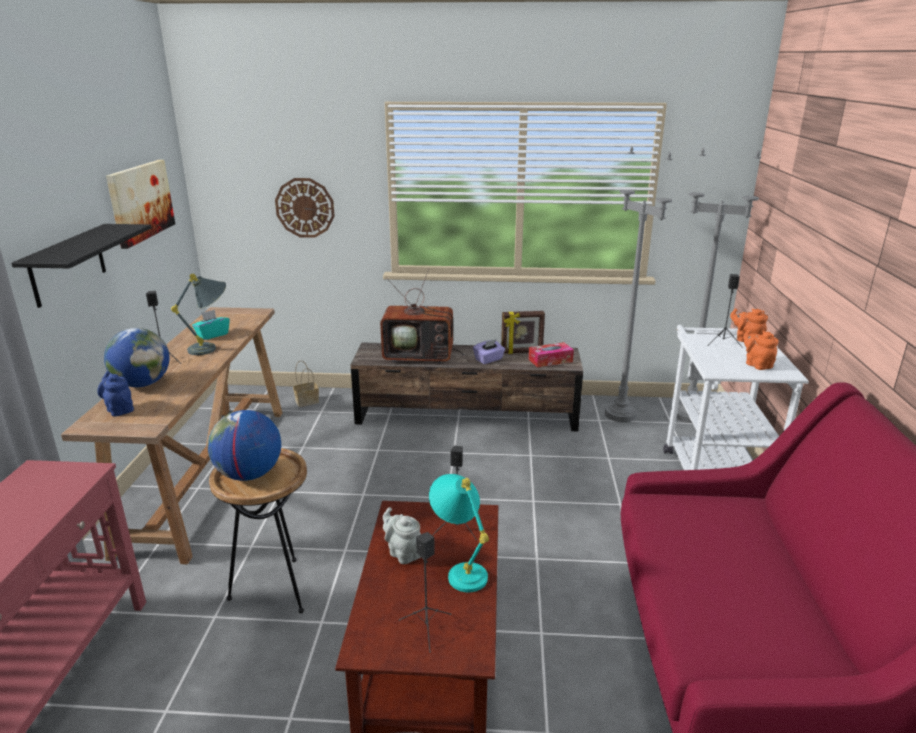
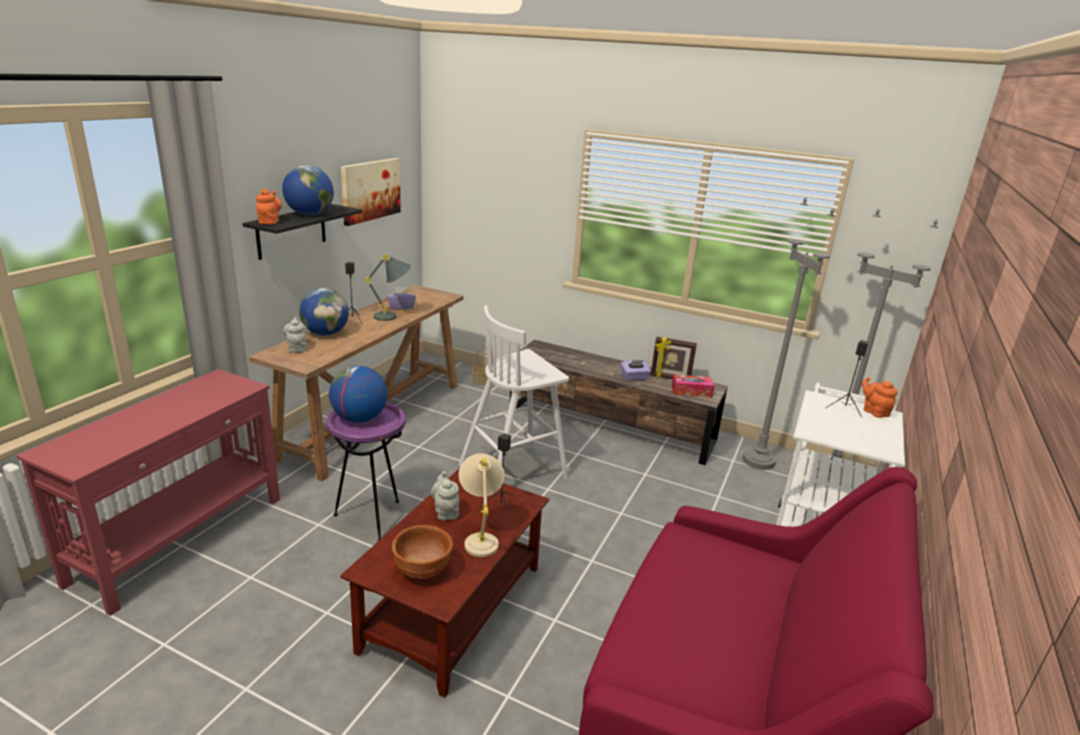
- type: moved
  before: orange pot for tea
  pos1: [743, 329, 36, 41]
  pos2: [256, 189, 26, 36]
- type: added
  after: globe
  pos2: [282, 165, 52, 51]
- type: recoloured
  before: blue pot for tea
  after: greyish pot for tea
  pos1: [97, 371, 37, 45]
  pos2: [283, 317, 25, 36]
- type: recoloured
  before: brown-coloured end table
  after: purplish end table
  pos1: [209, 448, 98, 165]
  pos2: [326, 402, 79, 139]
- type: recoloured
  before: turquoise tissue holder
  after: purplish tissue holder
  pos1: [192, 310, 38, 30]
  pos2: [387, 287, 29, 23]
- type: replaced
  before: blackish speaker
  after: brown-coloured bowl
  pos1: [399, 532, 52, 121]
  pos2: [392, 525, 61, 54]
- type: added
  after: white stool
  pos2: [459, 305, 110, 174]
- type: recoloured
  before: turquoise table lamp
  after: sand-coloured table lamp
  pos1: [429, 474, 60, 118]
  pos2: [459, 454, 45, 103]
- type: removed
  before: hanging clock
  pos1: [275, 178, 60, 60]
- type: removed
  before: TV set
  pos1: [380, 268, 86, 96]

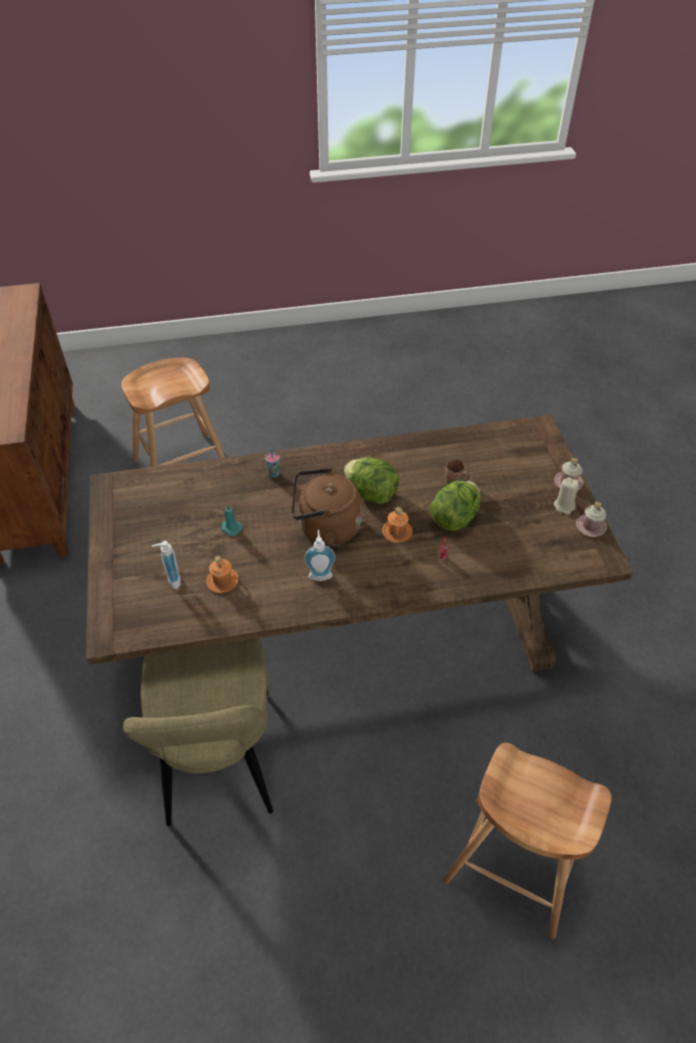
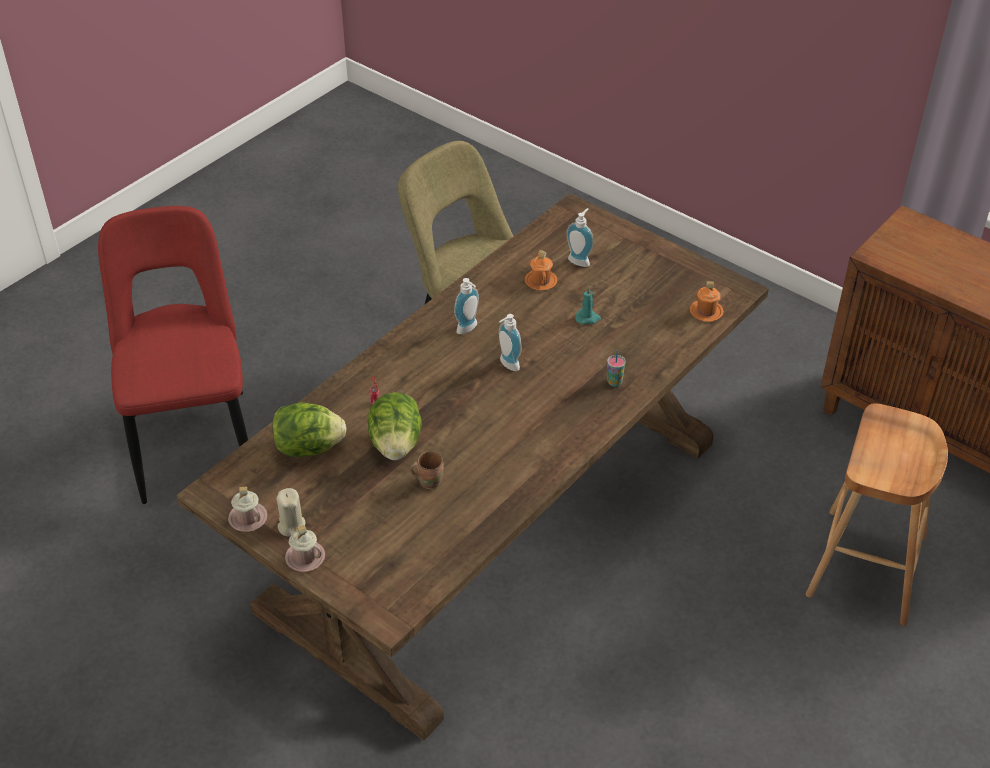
- type: replaced
  before: brown-coloured stool
  after: red-coloured plain chair
  pos1: [443, 743, 168, 196]
  pos2: [98, 206, 150, 298]
- type: moved
  before: head of lettuce
  pos1: [344, 457, 55, 47]
  pos2: [273, 402, 74, 55]
- type: replaced
  before: brown-coloured kettle
  after: soap dispenser
  pos1: [292, 468, 70, 78]
  pos2: [499, 314, 23, 57]
- type: moved
  before: orange mug
  pos1: [382, 507, 30, 35]
  pos2: [690, 281, 34, 41]

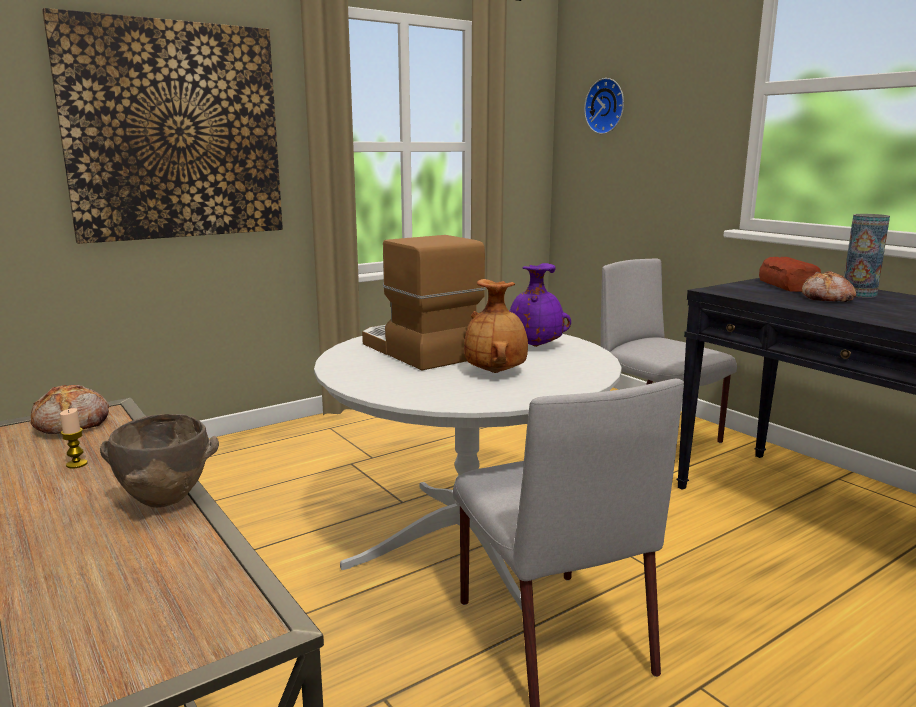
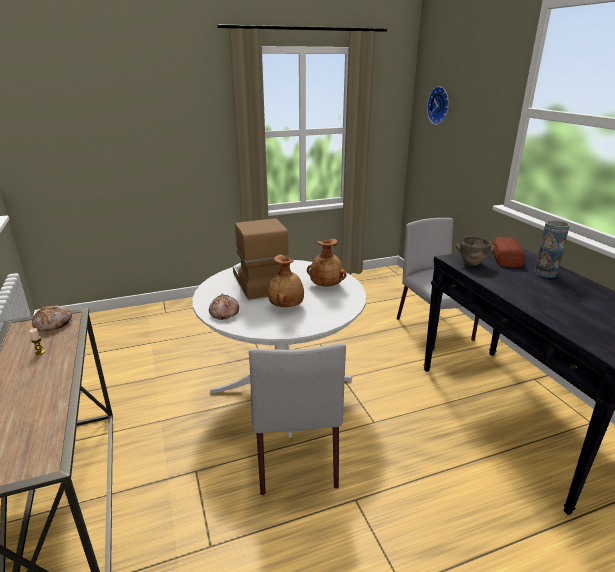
- type: moved
  before: baked bread
  pos1: [802, 271, 54, 31]
  pos2: [209, 294, 30, 26]
- type: recoloured
  before: purplish decorative vase
  after: brown-coloured decorative vase
  pos1: [509, 263, 62, 84]
  pos2: [307, 239, 40, 48]
- type: moved
  before: brown-coloured bowl
  pos1: [100, 414, 119, 94]
  pos2: [456, 237, 38, 29]
- type: removed
  before: picture
  pos1: [42, 8, 241, 236]

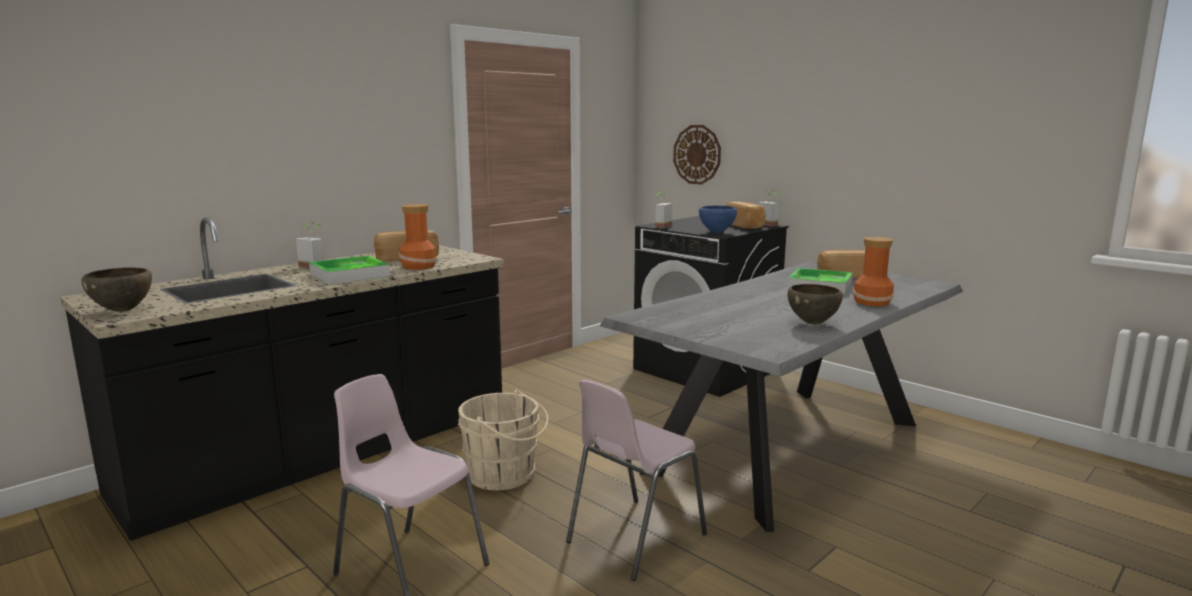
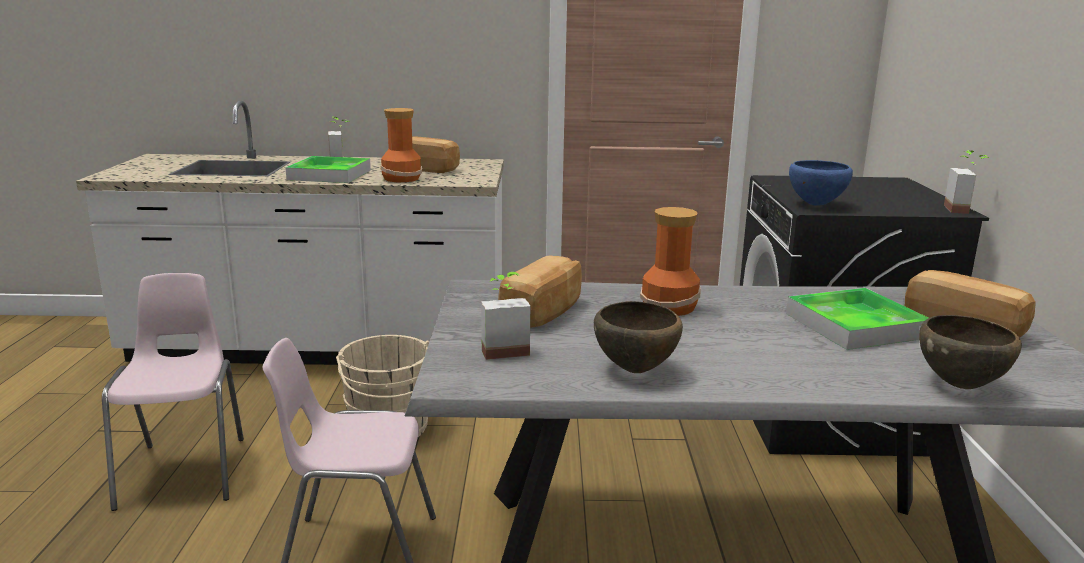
- type: recoloured
  before: blackish counter
  after: white counter
  pos1: [60, 218, 444, 323]
  pos2: [76, 101, 428, 264]
- type: moved
  before: houseplant
  pos1: [654, 191, 18, 37]
  pos2: [481, 272, 49, 88]
- type: moved
  before: baked bread
  pos1: [726, 202, 39, 27]
  pos2: [498, 255, 84, 73]
- type: moved
  before: decorative vase
  pos1: [852, 237, 42, 69]
  pos2: [640, 207, 61, 109]
- type: moved
  before: brown-coloured bowl
  pos1: [81, 267, 71, 45]
  pos2: [919, 315, 103, 74]
- type: removed
  before: hanging clock
  pos1: [673, 125, 48, 60]

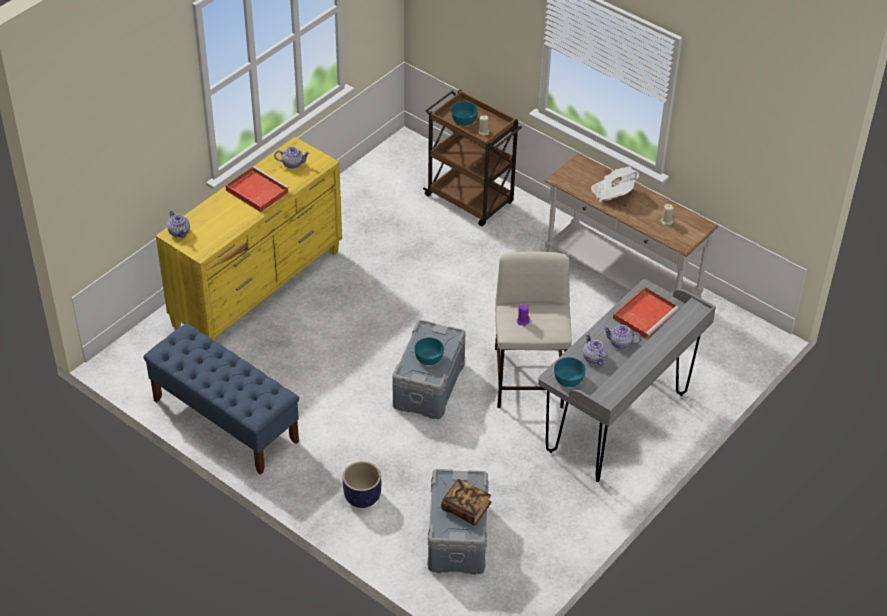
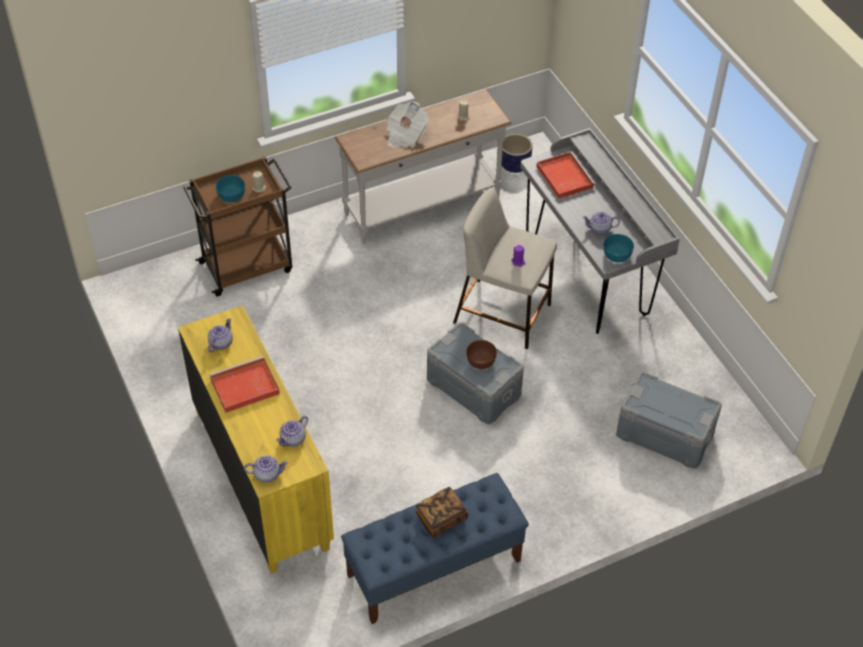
- type: moved
  before: pot for tea
  pos1: [603, 325, 38, 24]
  pos2: [276, 416, 32, 31]
- type: moved
  before: book
  pos1: [441, 479, 50, 47]
  pos2: [415, 487, 53, 51]
- type: recoloured
  before: turquoise bowl
  after: brown-coloured bowl
  pos1: [414, 337, 30, 28]
  pos2: [466, 340, 31, 29]
- type: moved
  before: flower pot
  pos1: [343, 461, 38, 47]
  pos2: [502, 134, 30, 39]

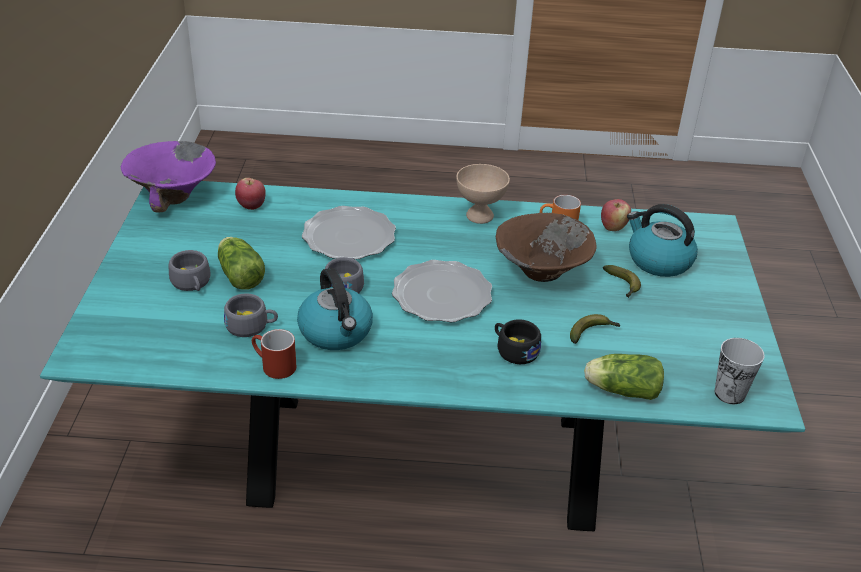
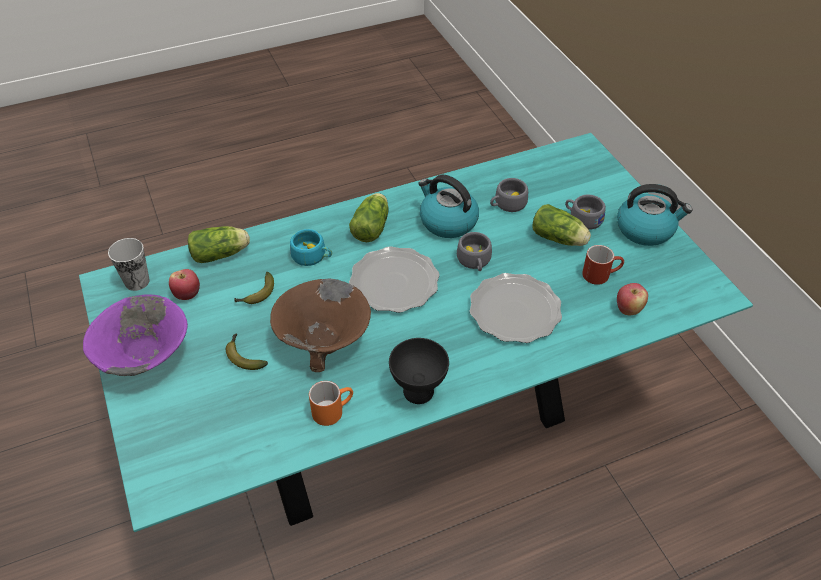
- type: moved
  before: purplish bowl
  pos1: [121, 141, 95, 72]
  pos2: [83, 294, 105, 82]
- type: moved
  before: apple fruit
  pos1: [601, 199, 30, 32]
  pos2: [169, 269, 31, 31]
- type: recoloured
  before: blackish drinking cup
  after: turquoise drinking cup
  pos1: [495, 319, 46, 45]
  pos2: [290, 229, 42, 37]
- type: added
  after: head of lettuce
  pos2: [349, 193, 40, 49]
- type: recoloured
  before: sand-coloured bowl
  after: blackish bowl
  pos1: [456, 164, 54, 60]
  pos2: [389, 338, 60, 66]
- type: moved
  before: red-coloured mug
  pos1: [252, 329, 44, 50]
  pos2: [582, 245, 42, 40]
- type: moved
  before: kettle
  pos1: [627, 204, 71, 73]
  pos2: [617, 184, 75, 62]

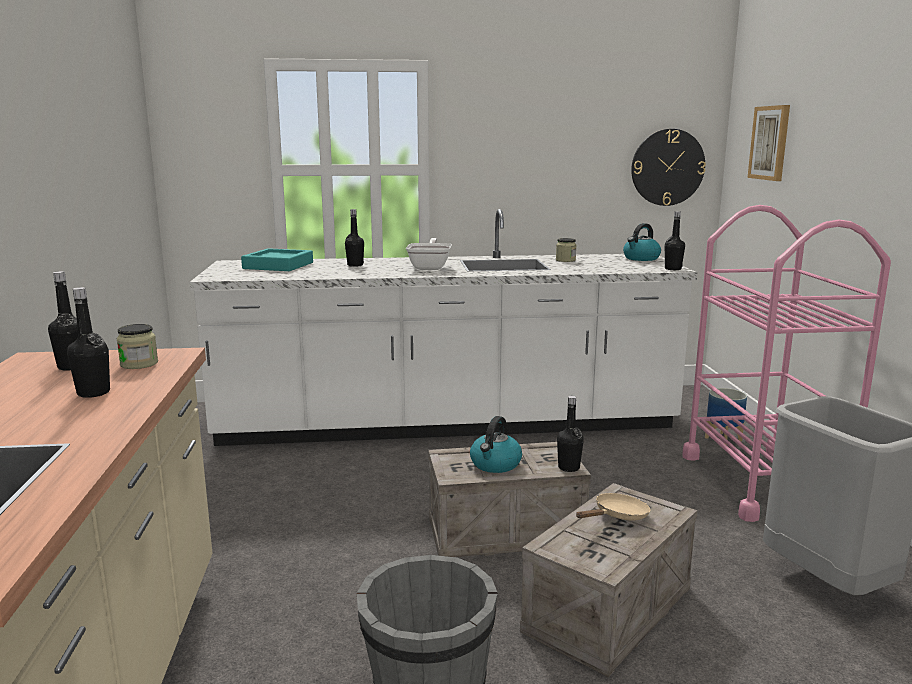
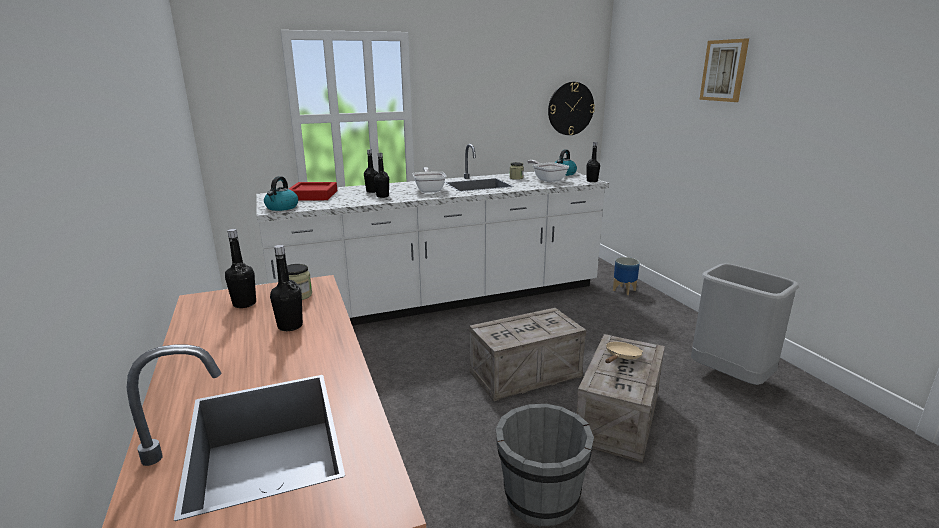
- type: moved
  before: kettle
  pos1: [470, 416, 52, 57]
  pos2: [264, 176, 34, 35]
- type: recoloured
  before: turquoise carrying tray
  after: red-coloured carrying tray
  pos1: [241, 248, 72, 23]
  pos2: [289, 182, 48, 18]
- type: moved
  before: blackish drink bottle
  pos1: [557, 396, 27, 76]
  pos2: [374, 153, 15, 45]
- type: added
  after: frying pan
  pos2: [527, 160, 42, 22]
- type: moved
  before: picture
  pos1: [747, 105, 43, 76]
  pos2: [699, 39, 50, 63]
- type: removed
  before: pink trolley
  pos1: [682, 205, 209, 317]

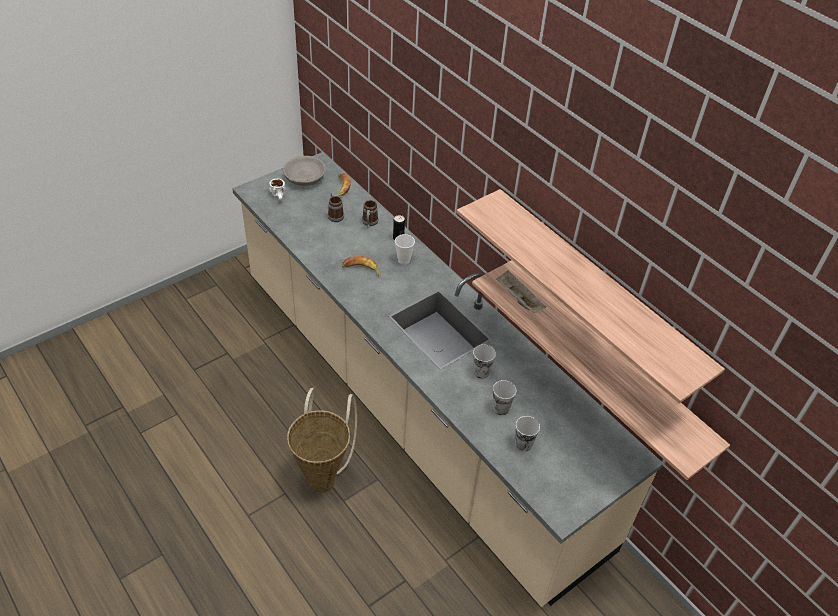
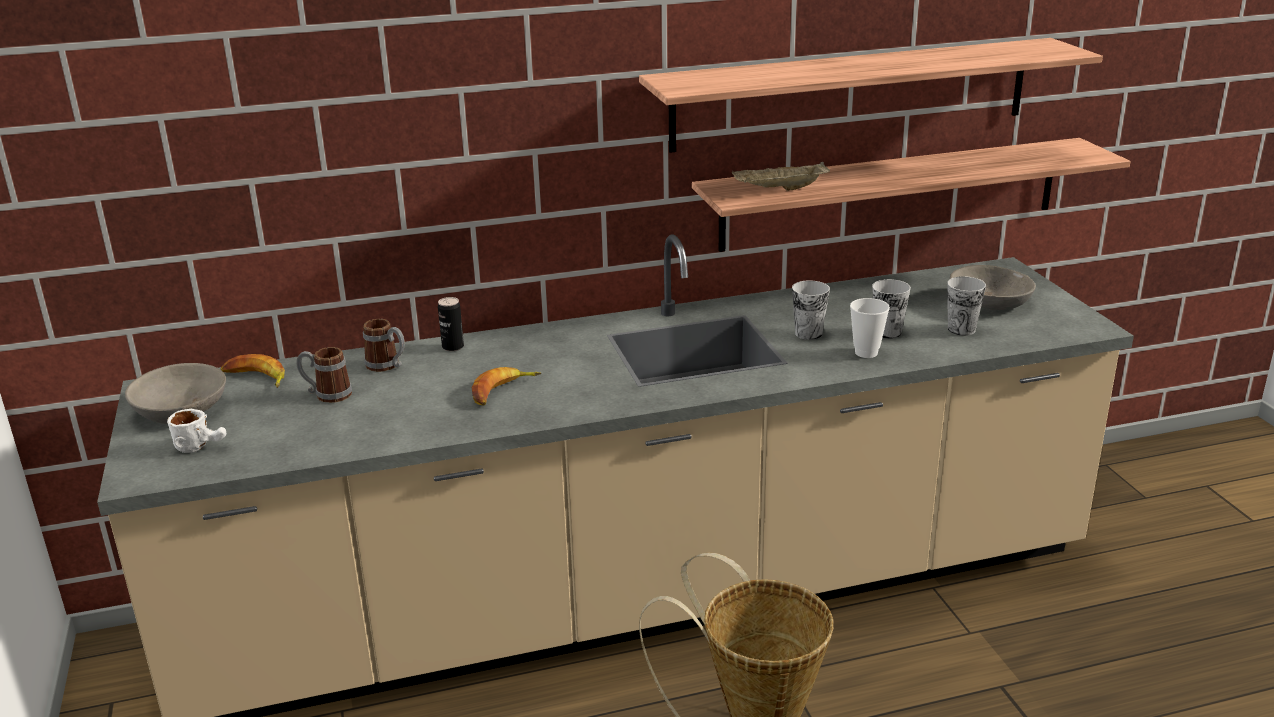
- type: moved
  before: drinking cup
  pos1: [395, 234, 20, 31]
  pos2: [850, 298, 40, 60]
- type: added
  after: greyish bowl
  pos2: [950, 265, 86, 45]

